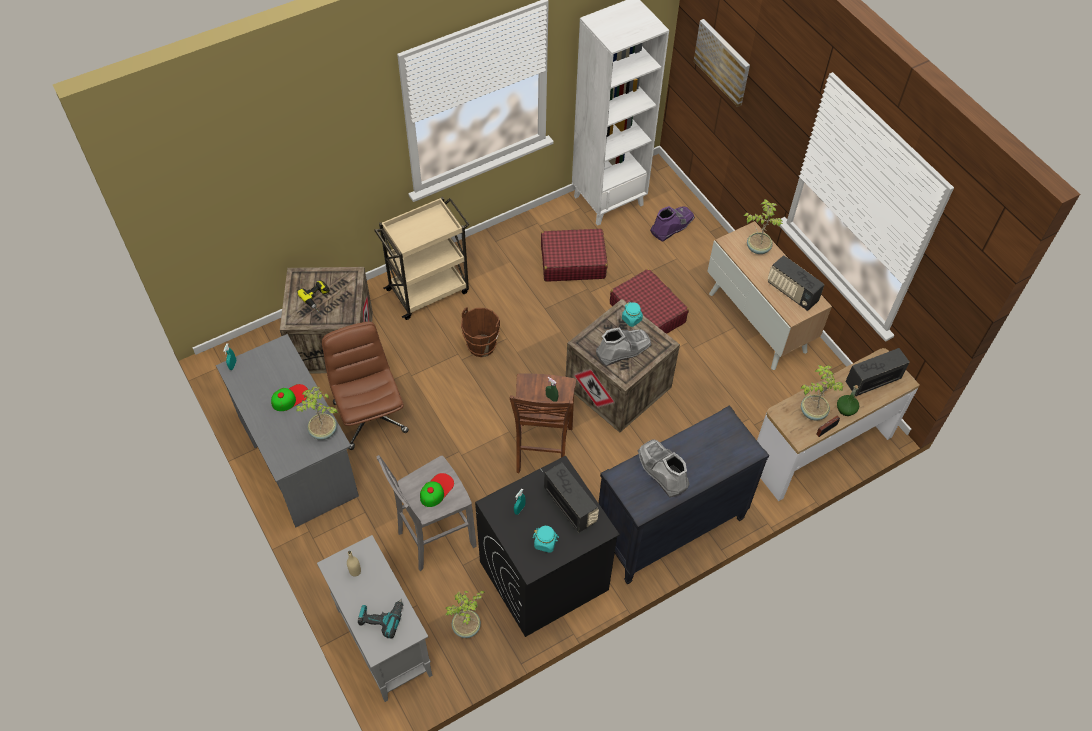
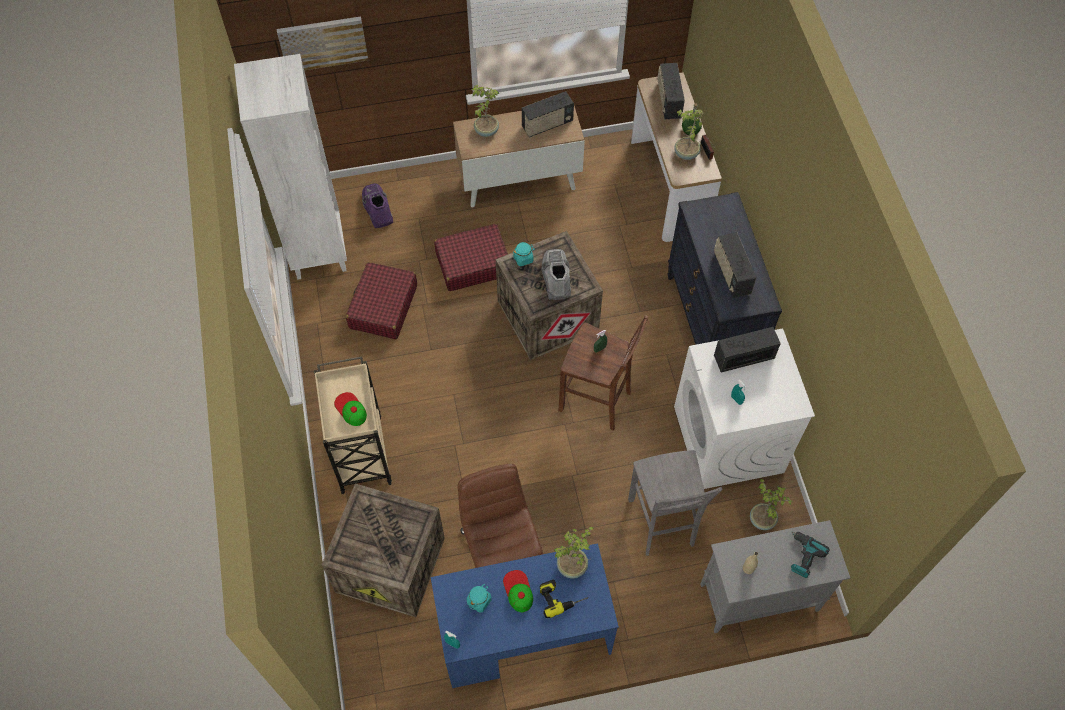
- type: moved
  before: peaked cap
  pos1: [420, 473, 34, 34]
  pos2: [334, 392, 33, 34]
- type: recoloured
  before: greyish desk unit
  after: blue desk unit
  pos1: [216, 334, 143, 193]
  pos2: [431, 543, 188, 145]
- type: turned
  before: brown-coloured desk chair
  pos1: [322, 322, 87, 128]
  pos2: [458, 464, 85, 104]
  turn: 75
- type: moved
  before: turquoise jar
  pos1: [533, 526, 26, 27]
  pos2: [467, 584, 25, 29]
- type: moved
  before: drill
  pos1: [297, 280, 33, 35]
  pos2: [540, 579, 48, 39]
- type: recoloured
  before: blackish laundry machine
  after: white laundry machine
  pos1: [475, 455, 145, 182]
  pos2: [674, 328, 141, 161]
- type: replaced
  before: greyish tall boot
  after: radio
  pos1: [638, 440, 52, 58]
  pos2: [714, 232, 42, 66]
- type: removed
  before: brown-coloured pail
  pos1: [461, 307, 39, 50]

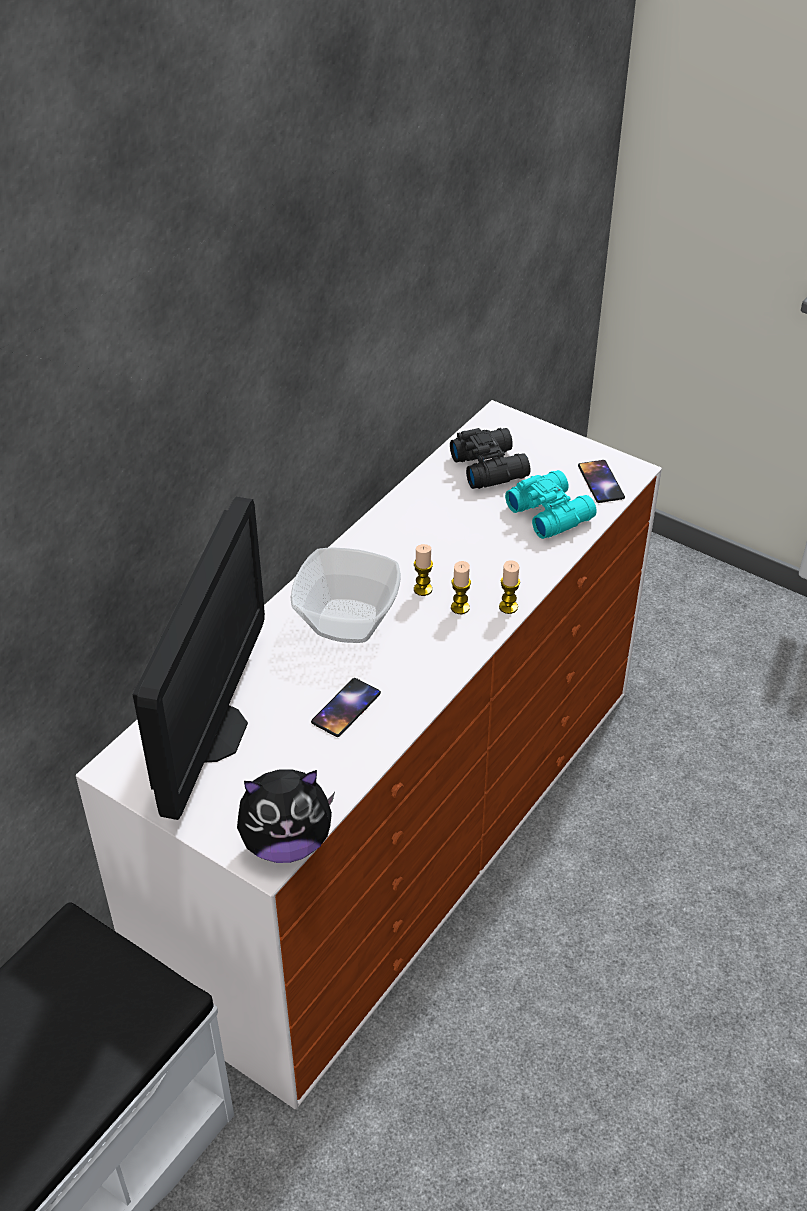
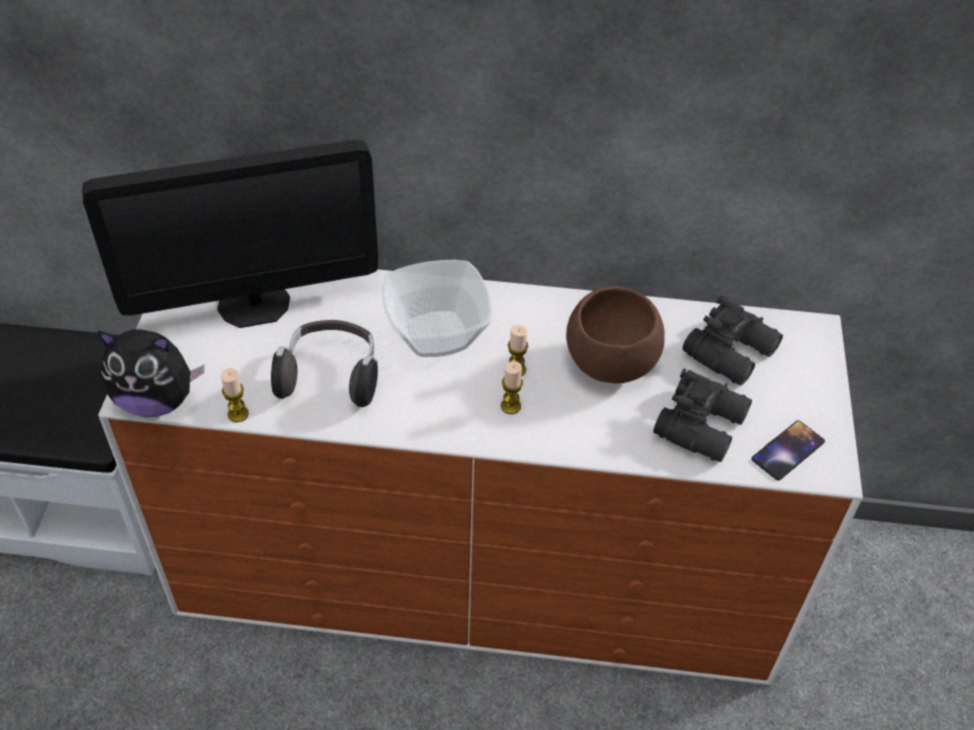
- type: turned
  before: plush toy
  pos1: [237, 769, 98, 94]
  pos2: [97, 329, 107, 88]
  turn: -45
- type: moved
  before: wax candle
  pos1: [499, 560, 21, 54]
  pos2: [221, 368, 28, 54]
- type: replaced
  before: telephone
  after: headset
  pos1: [311, 678, 70, 59]
  pos2: [271, 320, 107, 87]
- type: added
  after: brown-coloured bowl
  pos2: [566, 286, 99, 97]
- type: recoloured
  before: turquoise binoculars
  after: blackish binoculars
  pos1: [505, 470, 92, 69]
  pos2: [653, 369, 99, 93]

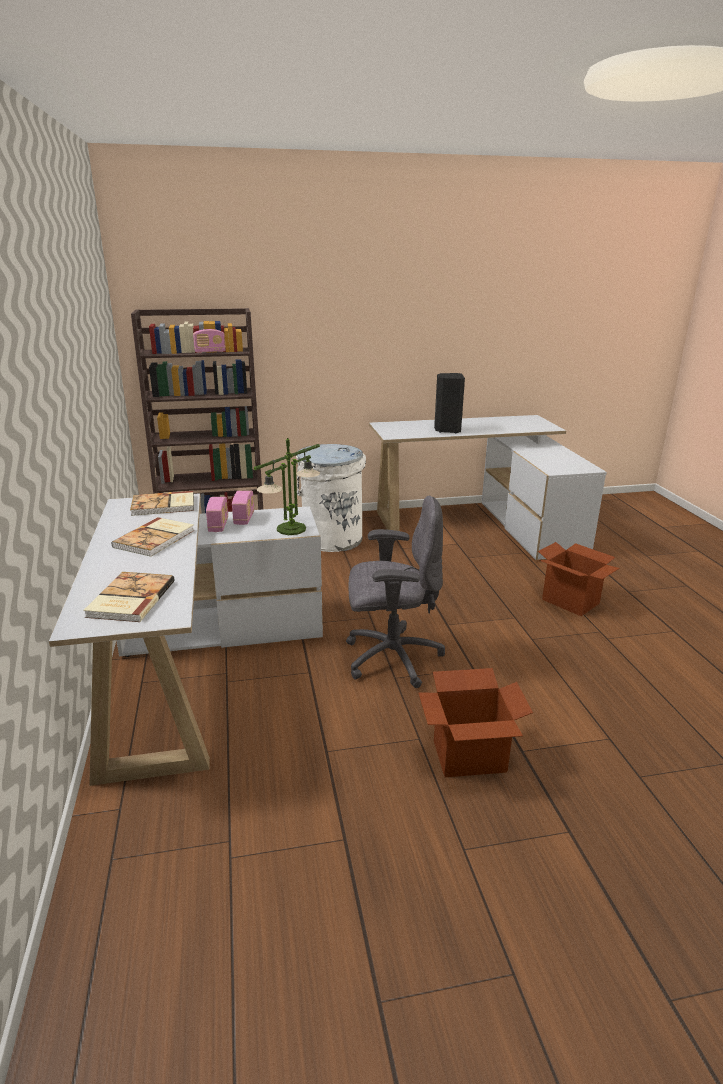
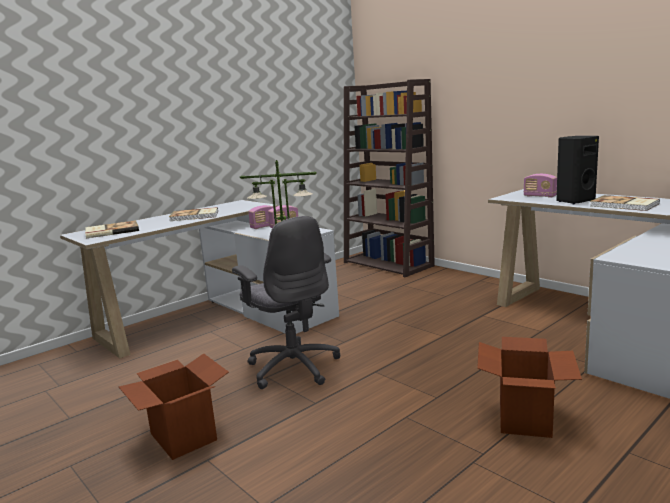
- type: moved
  before: radio
  pos1: [193, 329, 32, 24]
  pos2: [523, 174, 34, 24]
- type: moved
  before: book
  pos1: [130, 491, 64, 25]
  pos2: [591, 195, 69, 16]
- type: removed
  before: white trash can
  pos1: [296, 444, 70, 108]

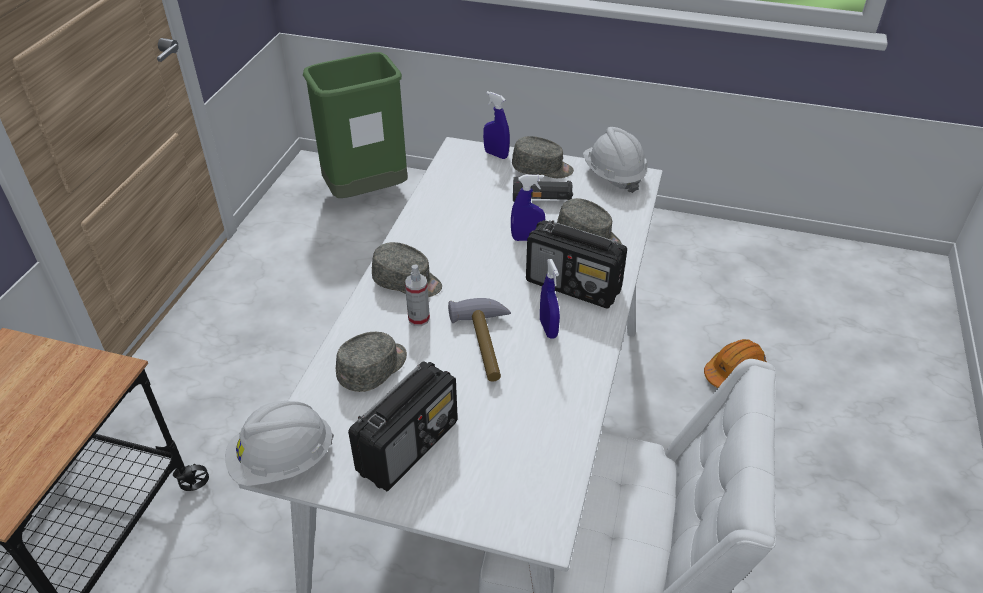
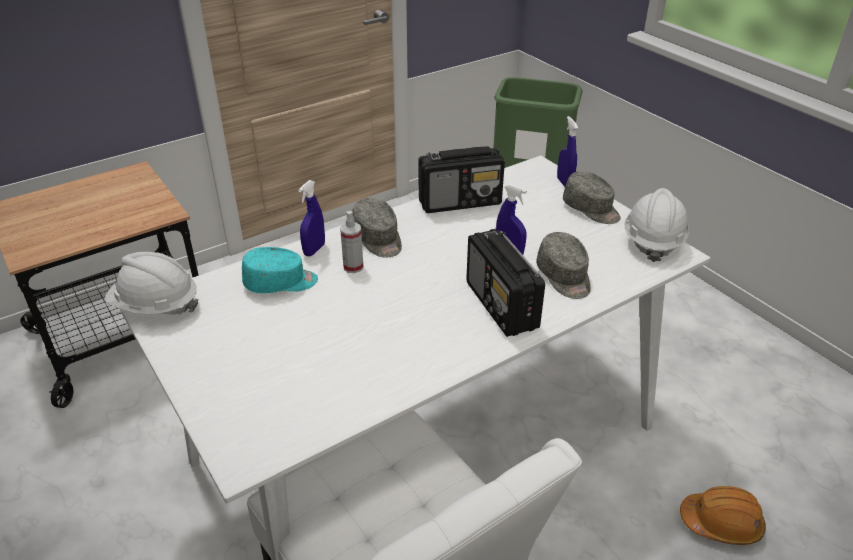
- type: recoloured
  before: greyish peaked cap
  after: turquoise peaked cap
  pos1: [336, 332, 71, 60]
  pos2: [242, 247, 76, 46]
- type: moved
  before: blue hand sprayer
  pos1: [540, 259, 20, 80]
  pos2: [298, 180, 27, 76]
- type: moved
  before: radio
  pos1: [348, 361, 110, 130]
  pos2: [418, 146, 87, 67]
- type: removed
  before: tool hammer
  pos1: [448, 298, 63, 84]
- type: removed
  before: blackish torch
  pos1: [513, 177, 60, 25]

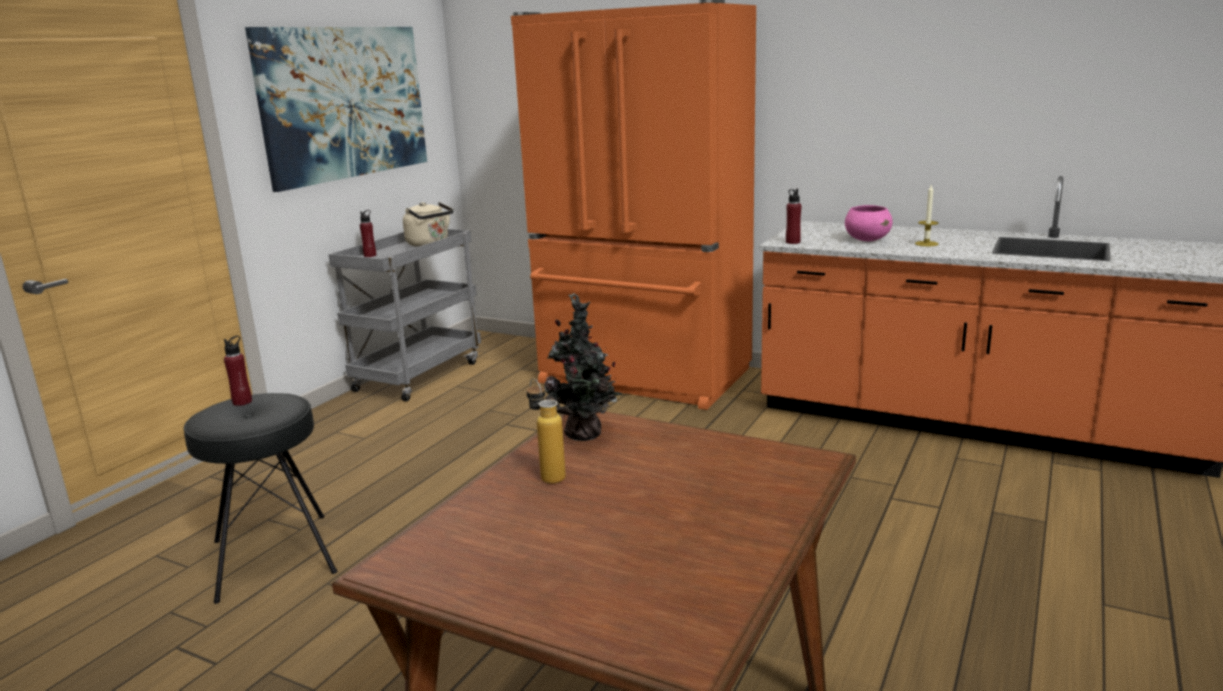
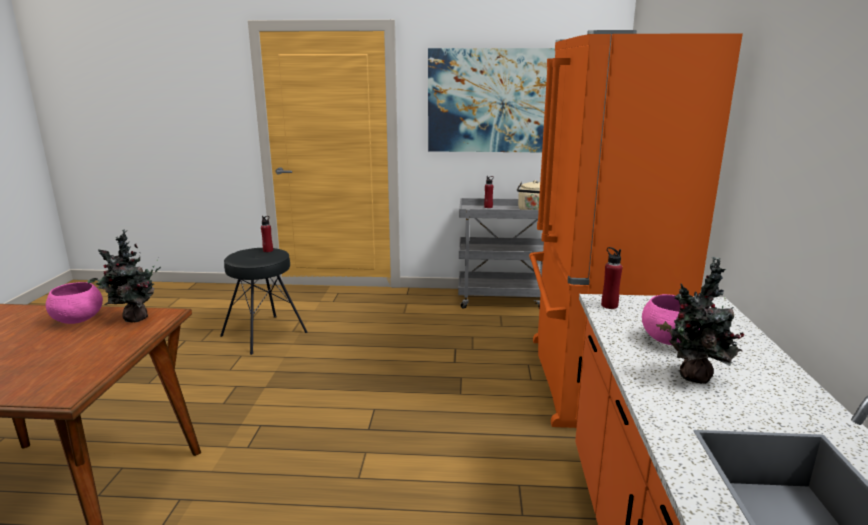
- type: replaced
  before: drink bottle
  after: pink bowl
  pos1: [526, 378, 40, 106]
  pos2: [46, 282, 57, 42]
- type: replaced
  before: wax candle
  after: houseplant
  pos1: [915, 185, 23, 61]
  pos2: [669, 257, 75, 127]

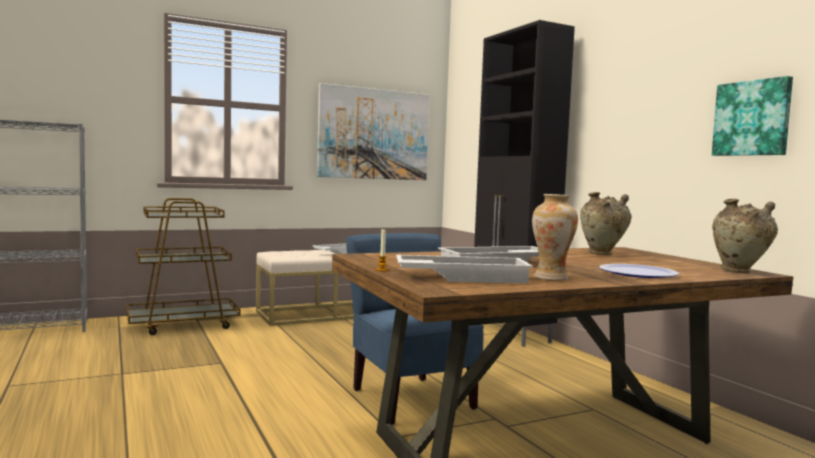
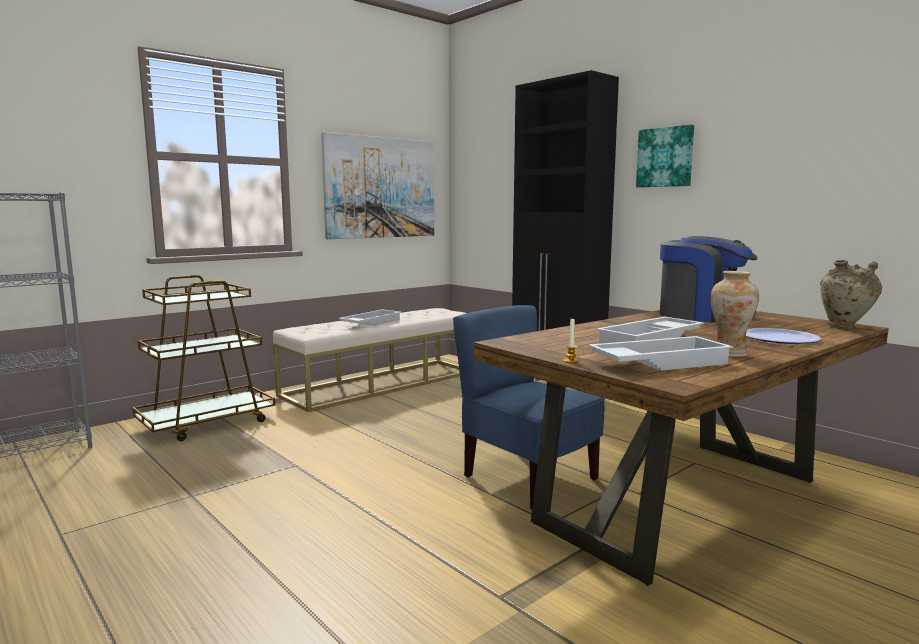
- type: moved
  before: picture
  pos1: [712, 76, 81, 80]
  pos2: [636, 124, 58, 64]
- type: replaced
  before: sand-coloured decorative vase
  after: coffee maker
  pos1: [580, 192, 52, 63]
  pos2: [660, 236, 98, 87]

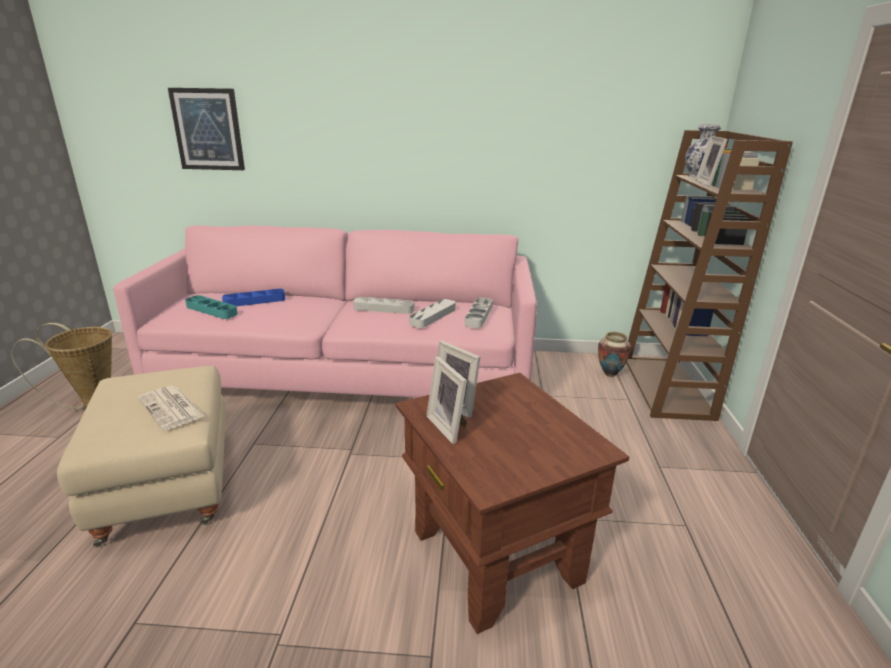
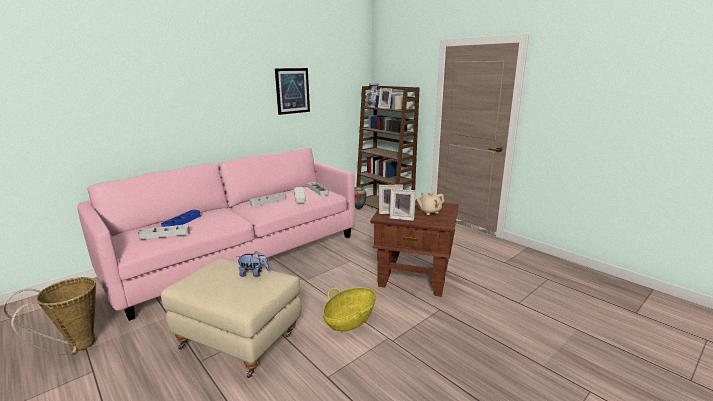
- type: recoloured
  before: turquoise carrying tray
  after: greyish carrying tray
  pos1: [185, 295, 53, 24]
  pos2: [138, 224, 52, 15]
- type: replaced
  before: newspaper
  after: plush toy
  pos1: [138, 386, 66, 44]
  pos2: [236, 251, 33, 26]
- type: moved
  before: picture
  pos1: [168, 88, 77, 82]
  pos2: [275, 68, 35, 47]
- type: added
  after: storage basket
  pos2: [323, 287, 53, 44]
- type: added
  after: sand-coloured pot for tea
  pos2: [416, 192, 28, 23]

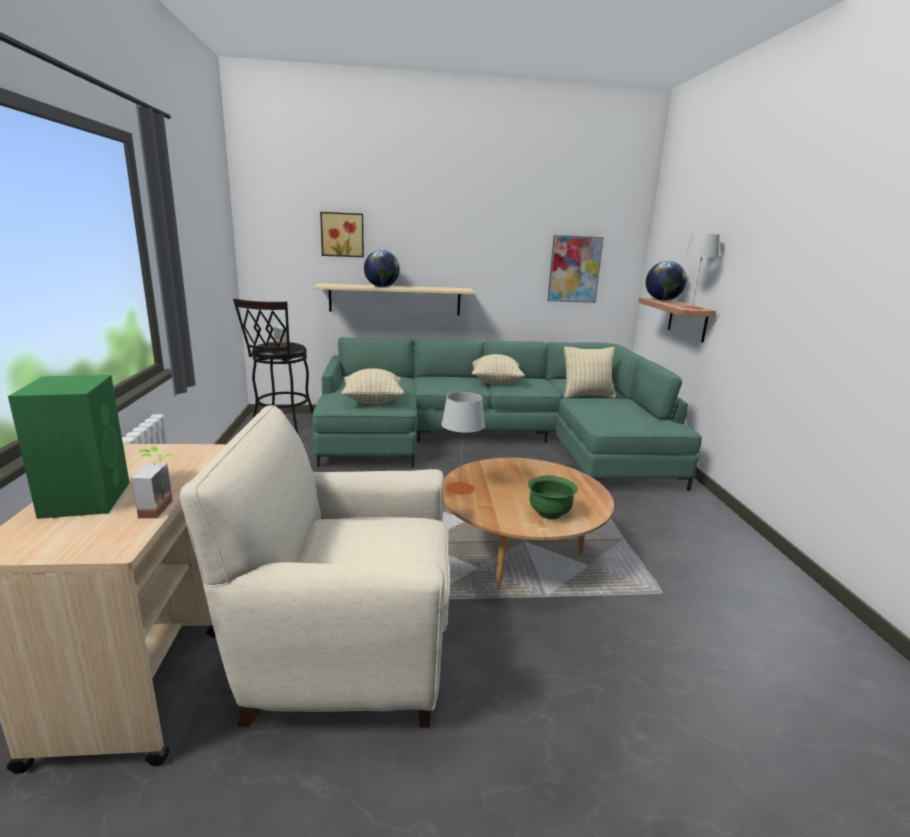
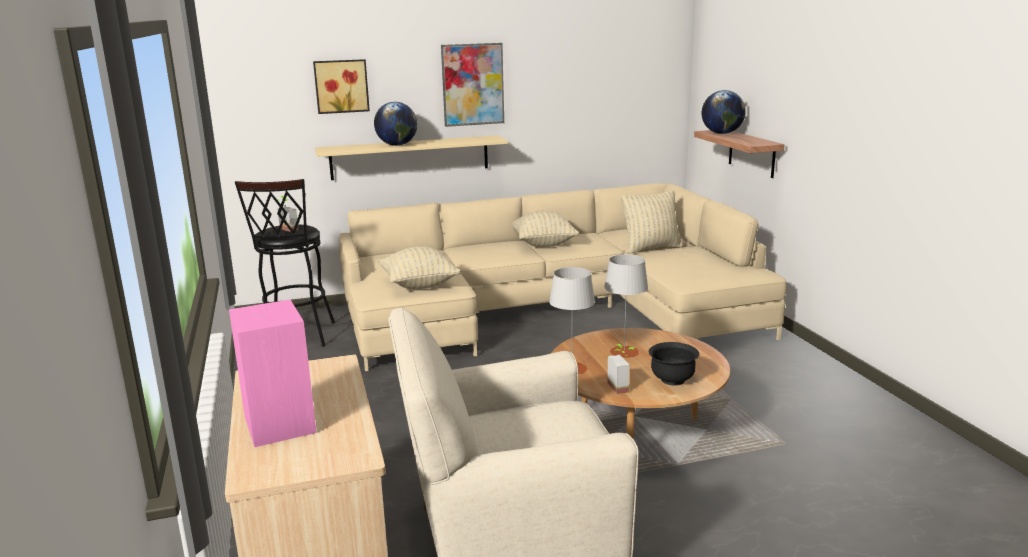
- type: recoloured
  before: green-coloured speaker
  after: pink speaker
  pos1: [8, 375, 122, 144]
  pos2: [229, 299, 88, 148]
- type: recoloured
  before: green-coloured sofa
  after: sand-coloured sofa
  pos1: [312, 337, 390, 154]
  pos2: [339, 183, 448, 188]
- type: moved
  before: picture
  pos1: [547, 235, 57, 68]
  pos2: [441, 43, 63, 84]
- type: moved
  before: greyish table lamp
  pos1: [682, 234, 38, 75]
  pos2: [604, 255, 44, 103]
- type: moved
  before: houseplant
  pos1: [131, 447, 43, 71]
  pos2: [607, 344, 27, 50]
- type: recoloured
  before: green-coloured bowl
  after: blackish bowl
  pos1: [528, 476, 50, 43]
  pos2: [649, 342, 50, 44]

